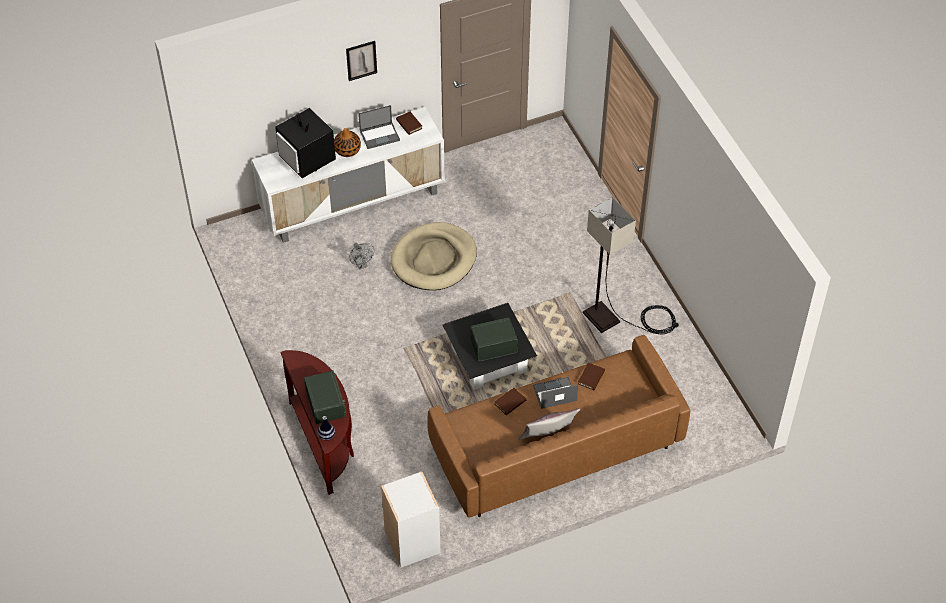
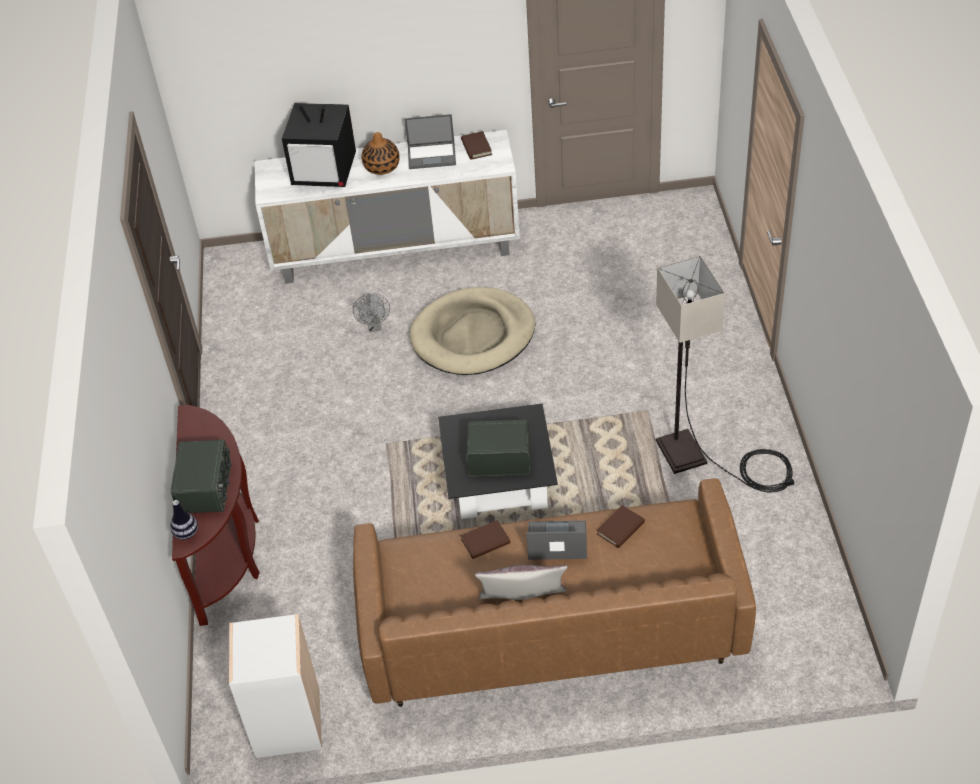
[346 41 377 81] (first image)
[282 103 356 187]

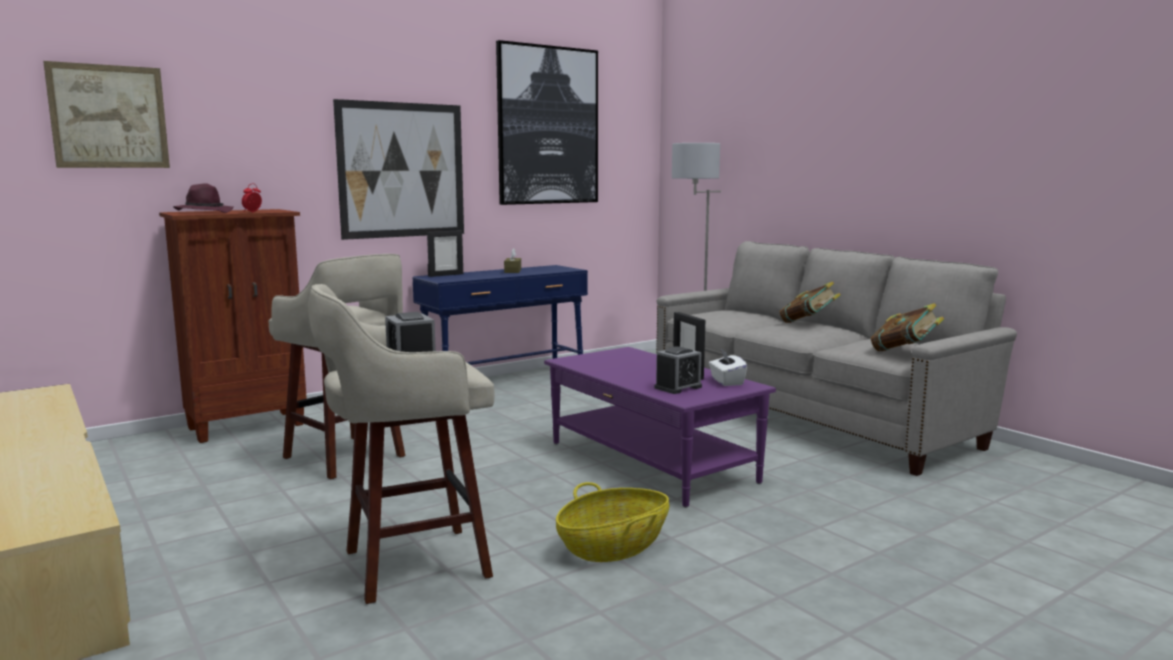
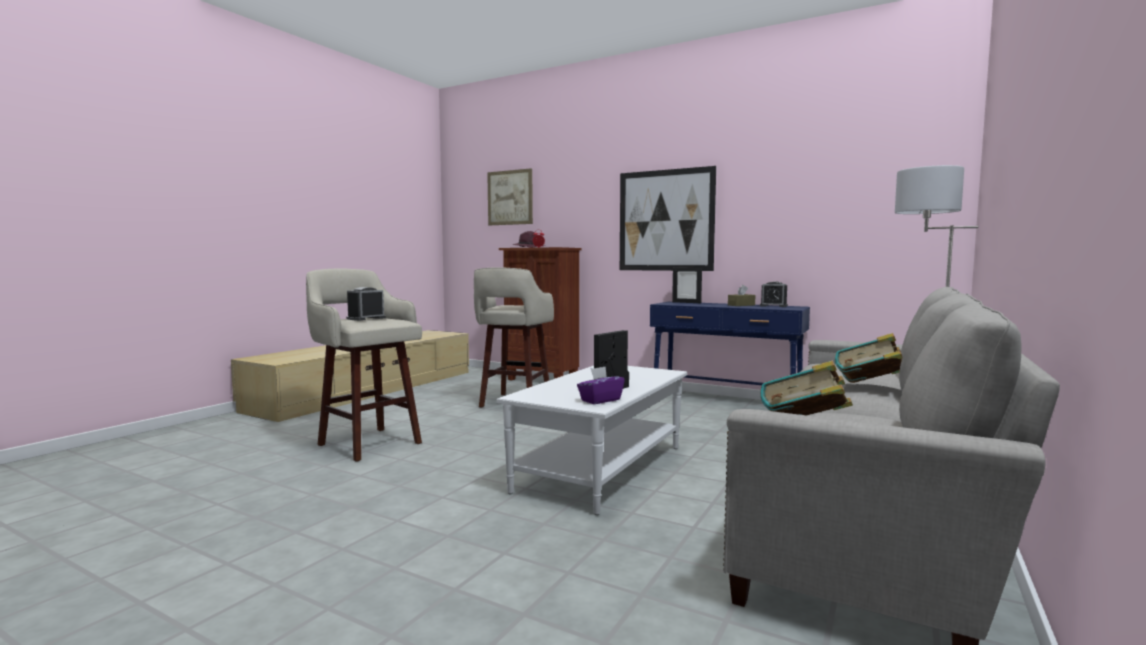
[496 40 598 205] (first image)
[556 482 669 562] (first image)
[760 281 788 307]
[497 366 687 515]
[577 367 625 404]

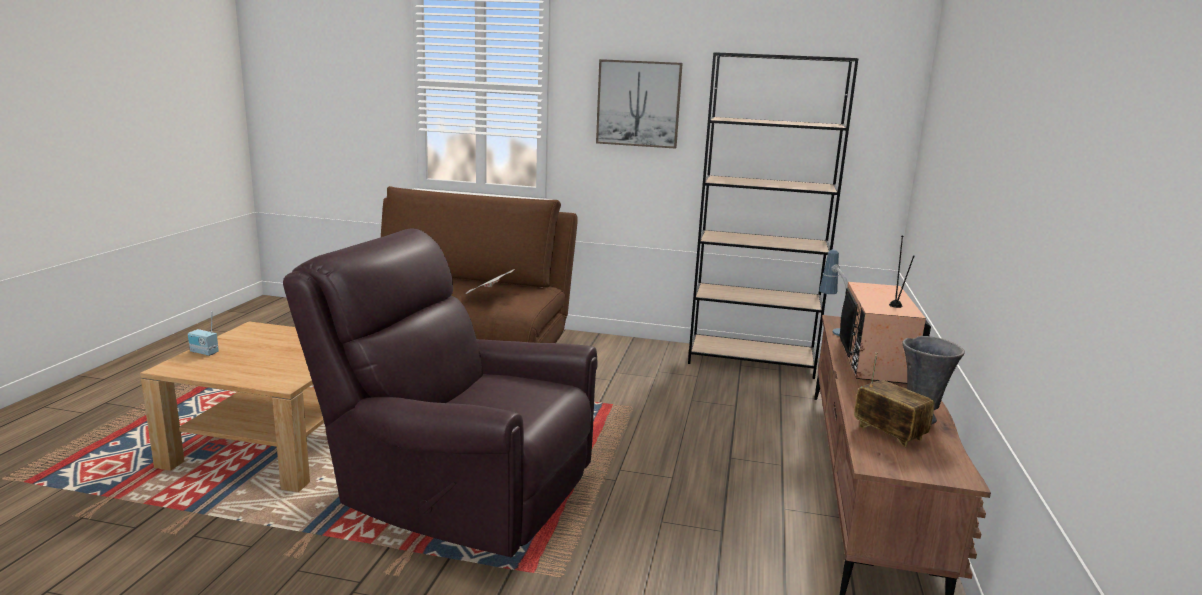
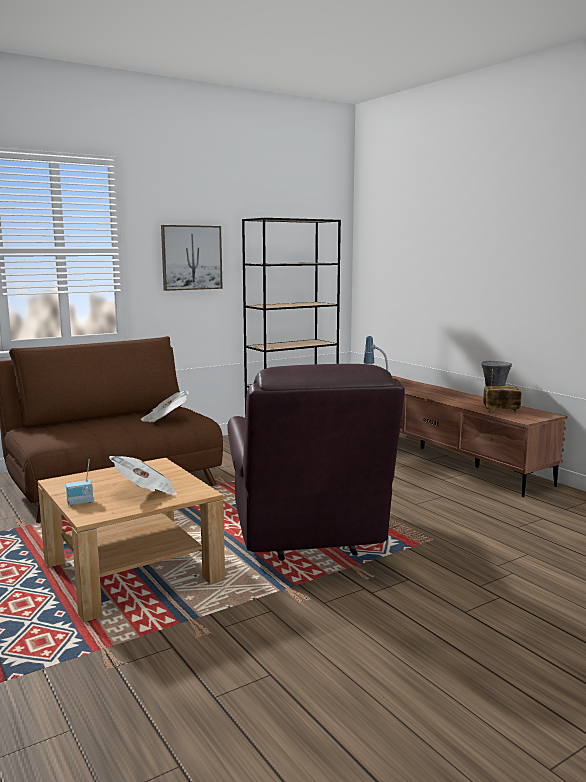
[840 236 931 384] (first image)
[109 456 177 495]
[227 364 405 561]

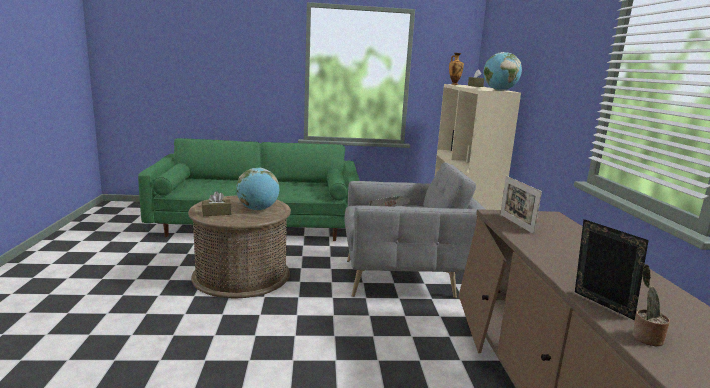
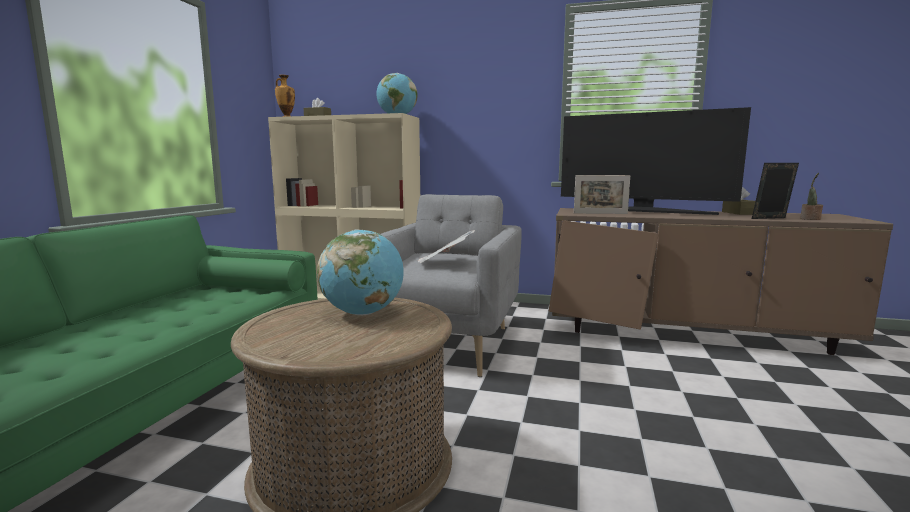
[561 107 751 215]
[722 187 755 215]

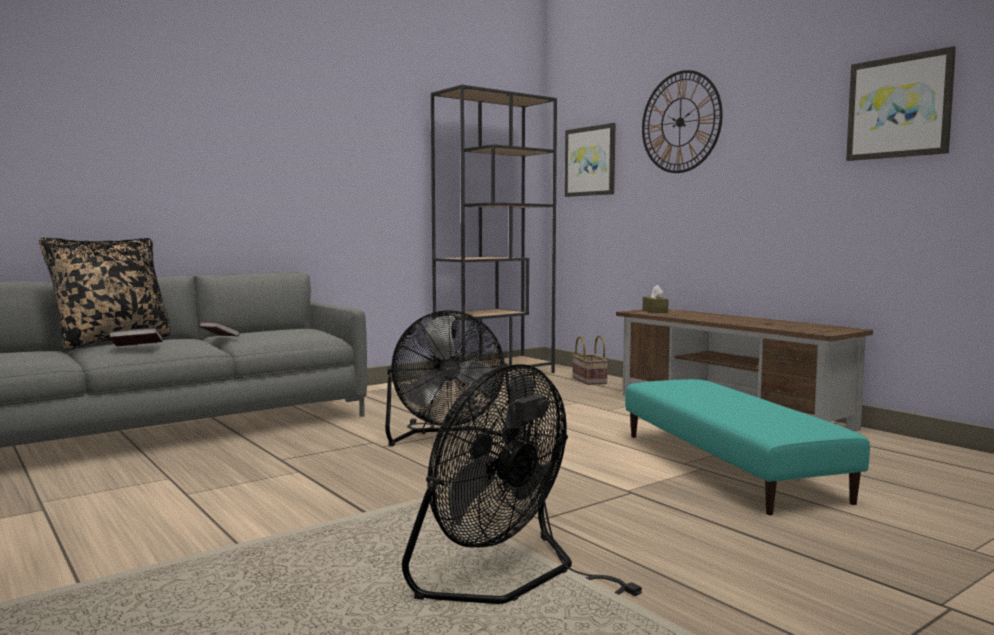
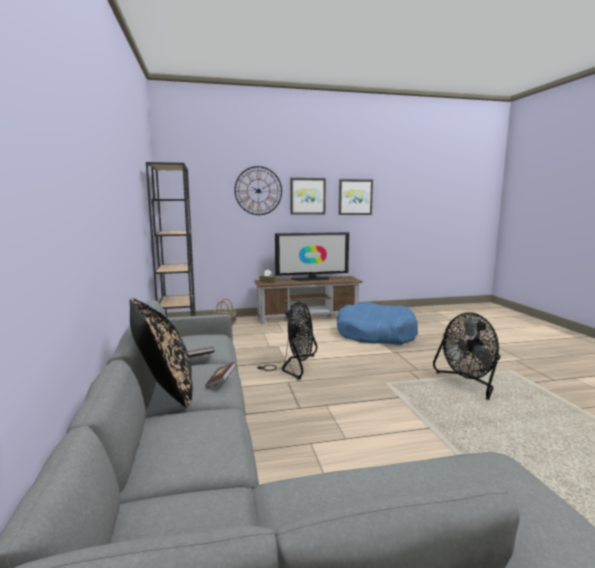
[275 232 349 281]
[290 178 326 215]
[336 302 418 345]

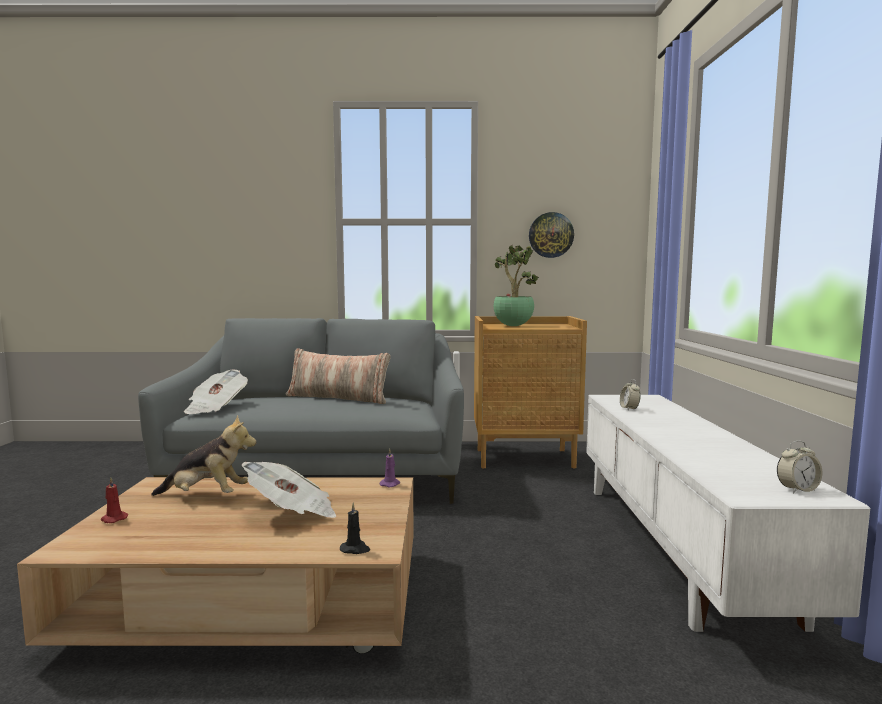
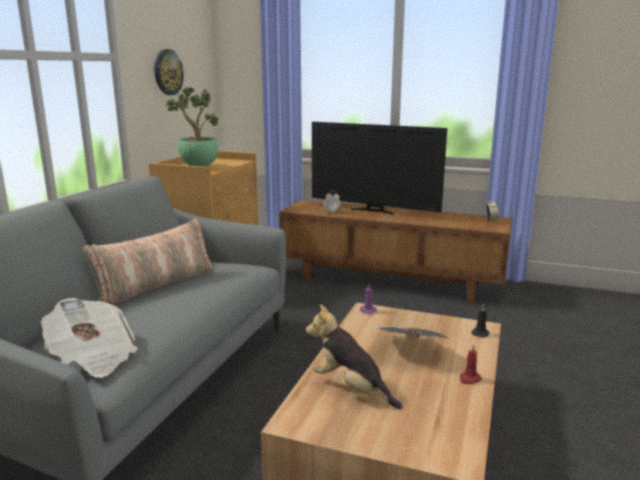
[312 122 447 215]
[460 344 482 384]
[279 200 512 305]
[306 304 403 409]

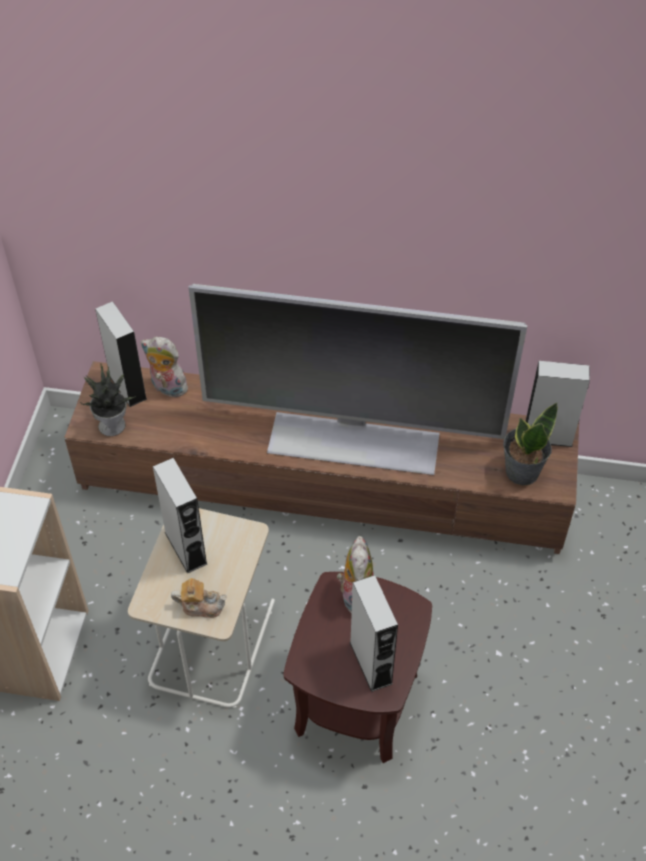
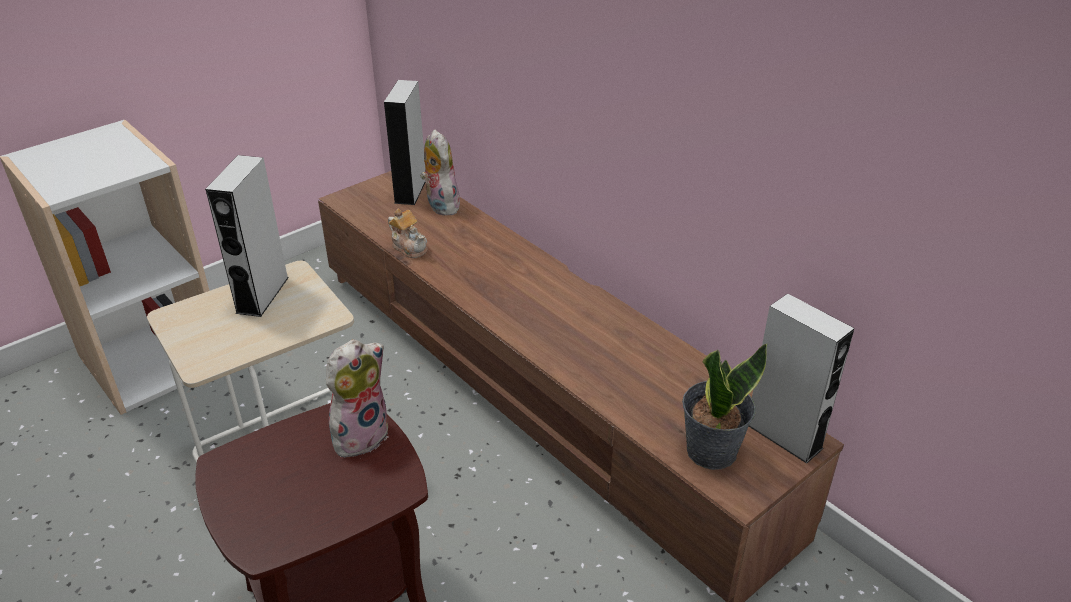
[80 363 136 436] (first image)
[188 284 527 475] (first image)
[350 575 398 692] (first image)
[388 208 427 258]

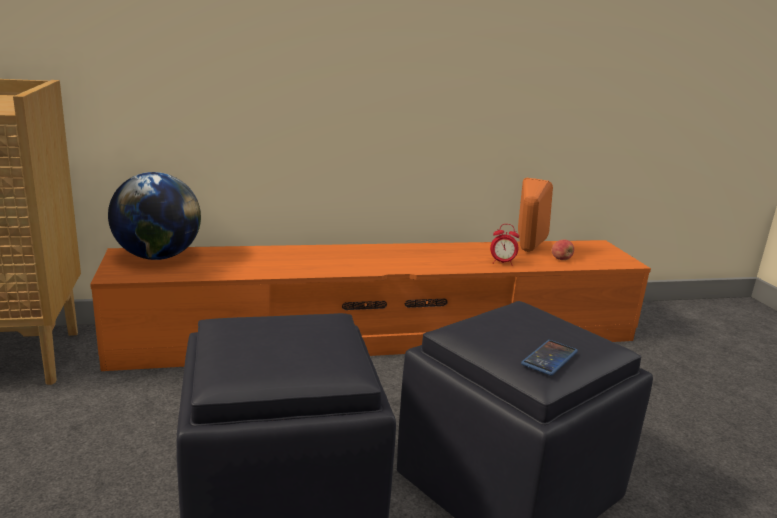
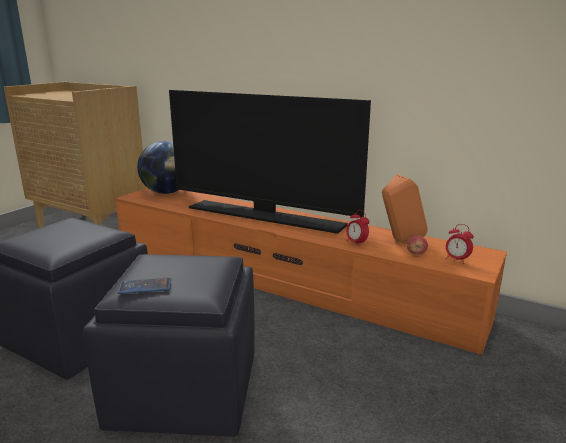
[169 90 371 234]
[446 224 474 264]

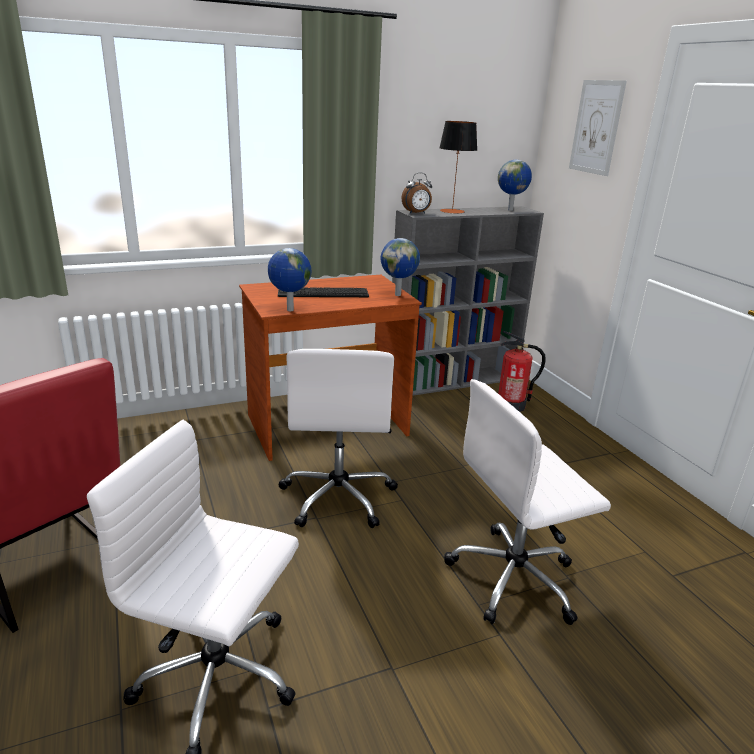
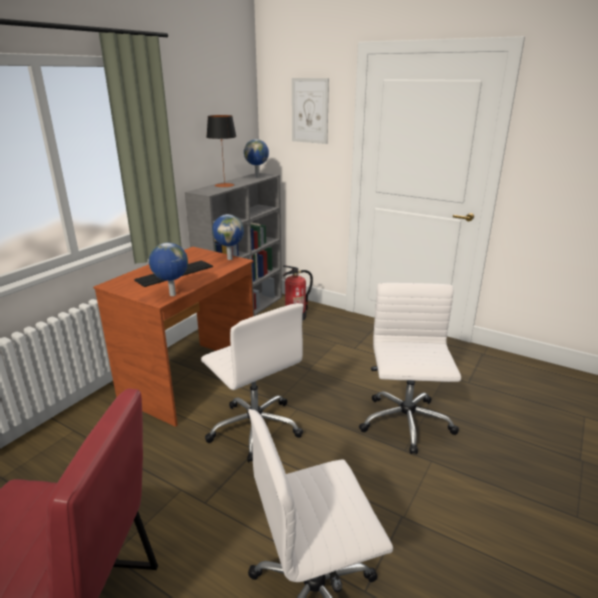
[402 172 432 214] (first image)
[359 283 461 454]

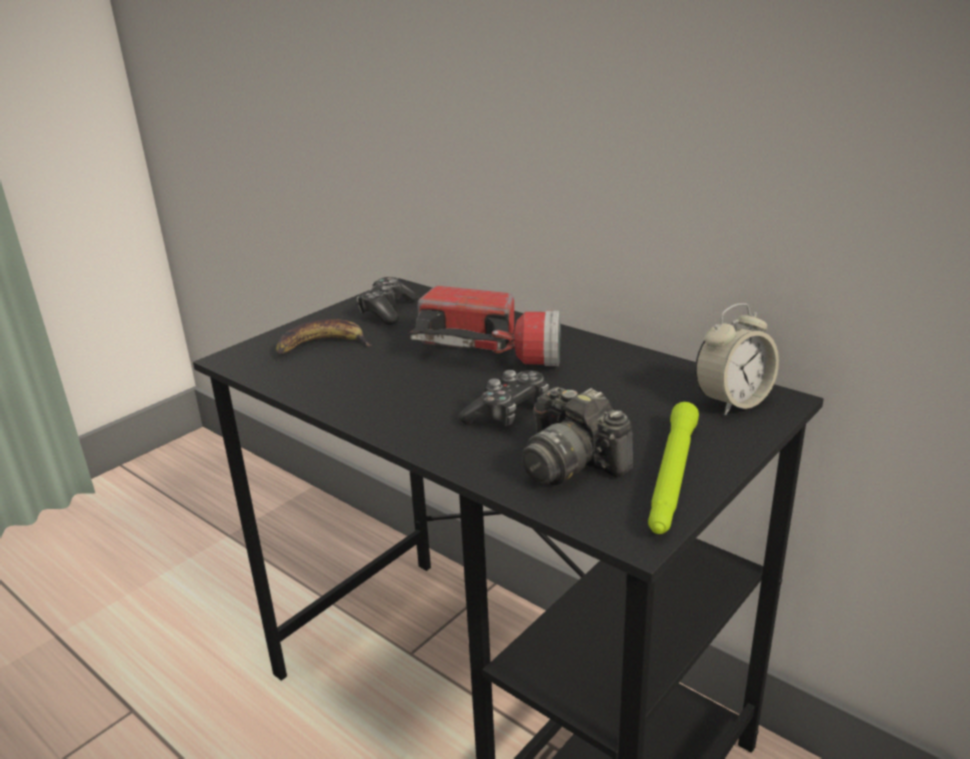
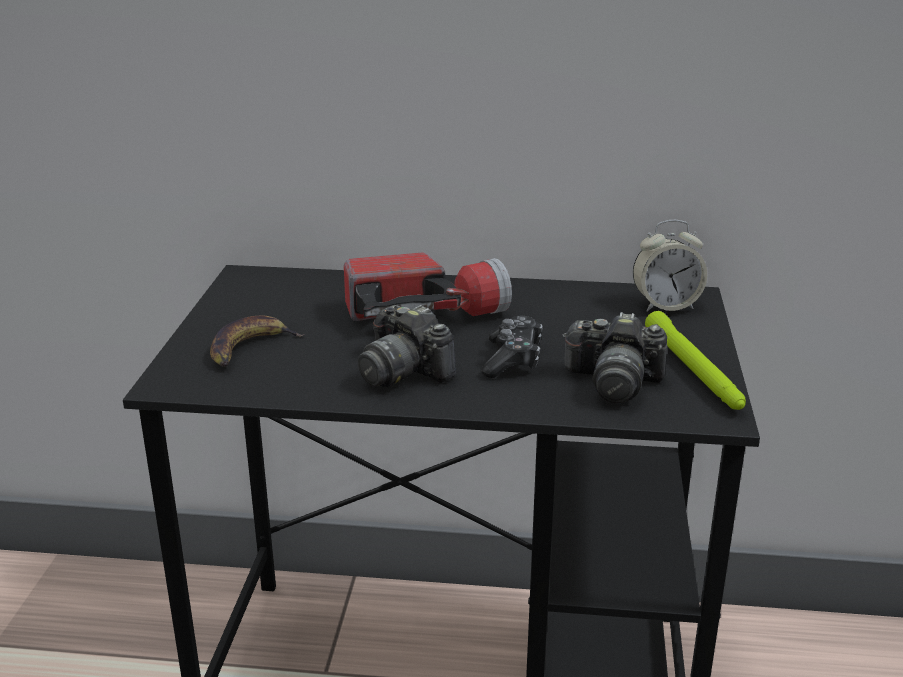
[357 277 419 325] (first image)
[358 305 456 388]
[633 220 707 312]

